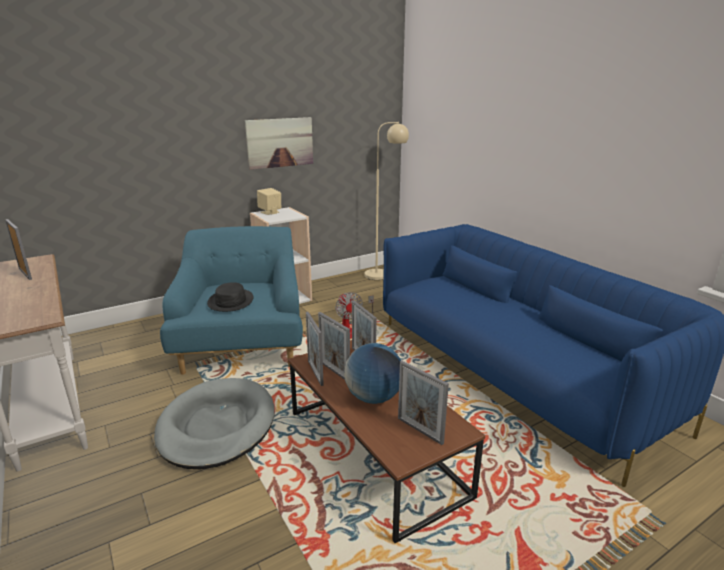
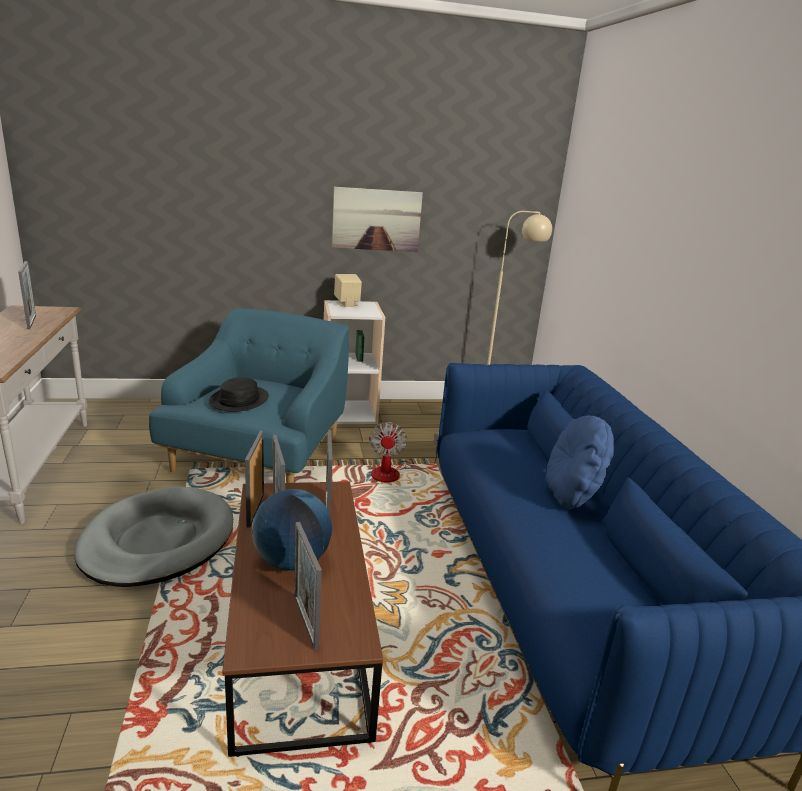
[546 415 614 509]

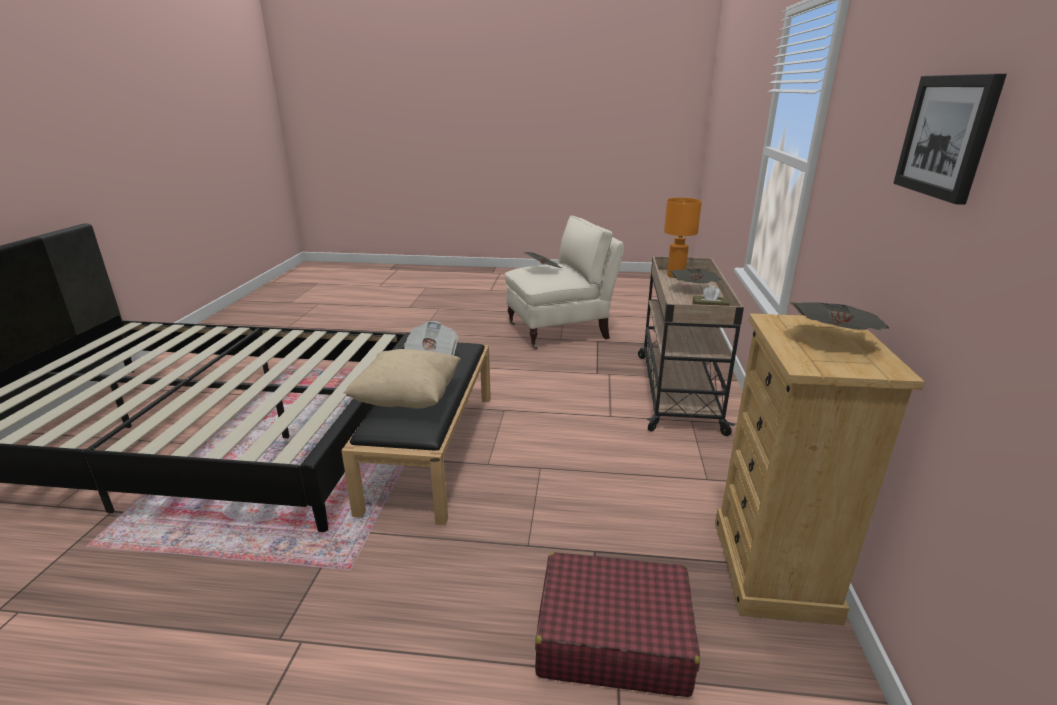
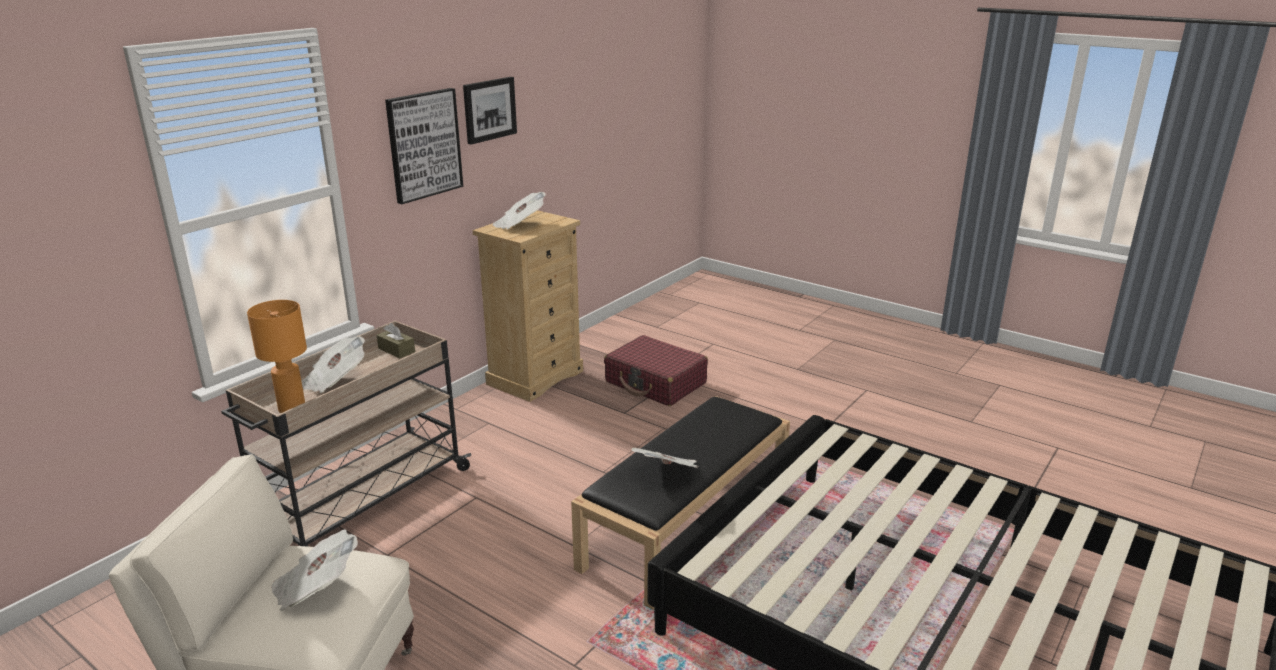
[343 349 461 408] (first image)
[385 88 463 204]

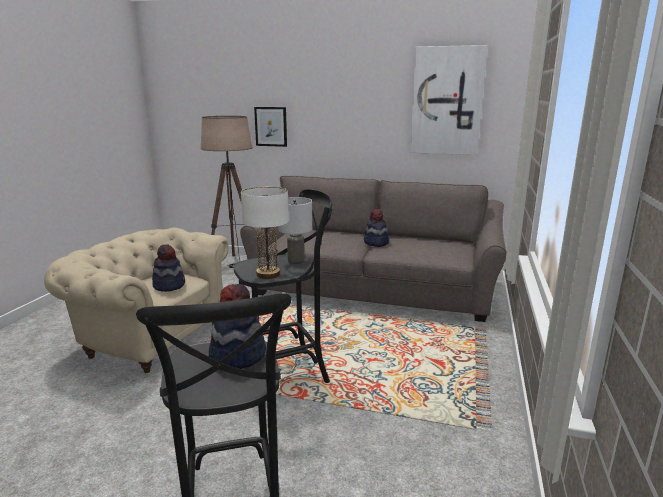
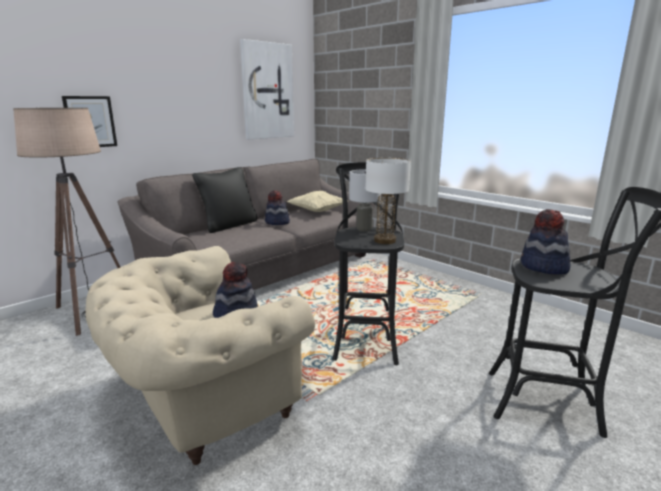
[192 167 257 233]
[287 191 348 212]

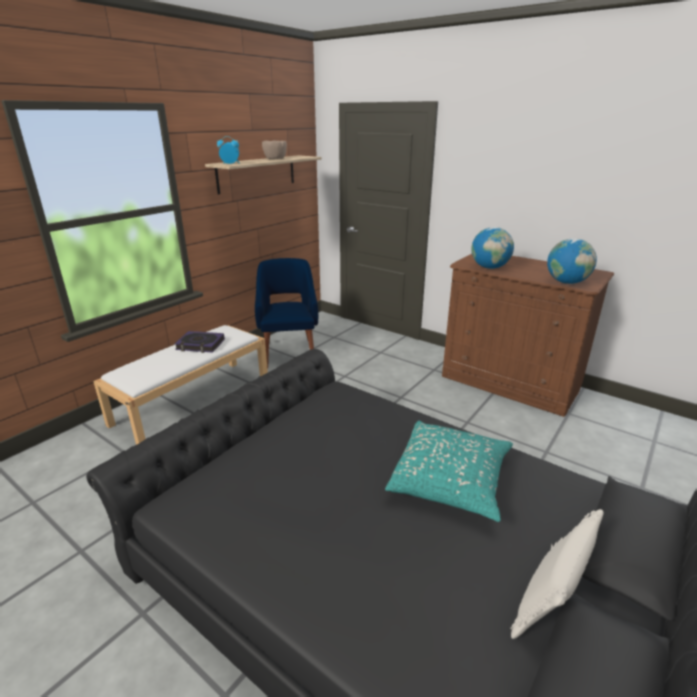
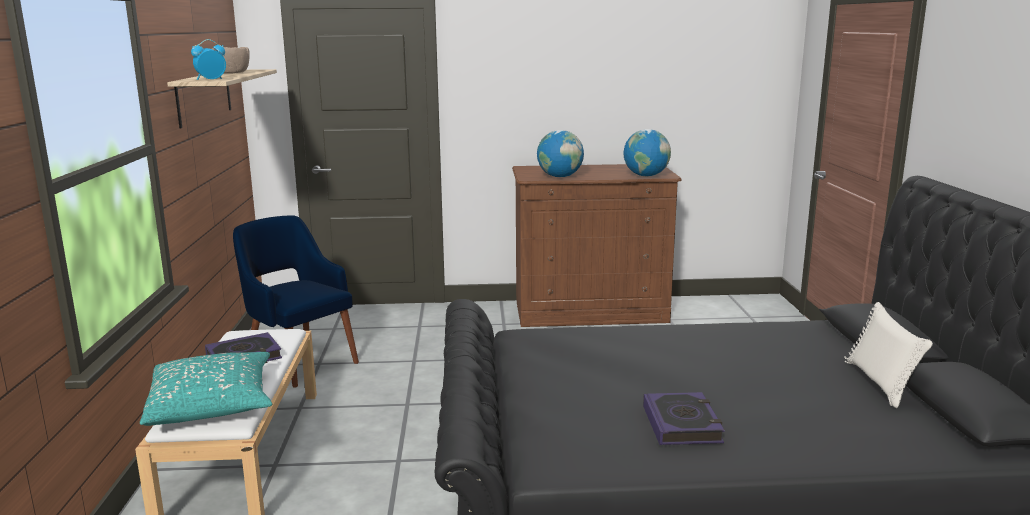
[643 392 725 445]
[140 352 272 426]

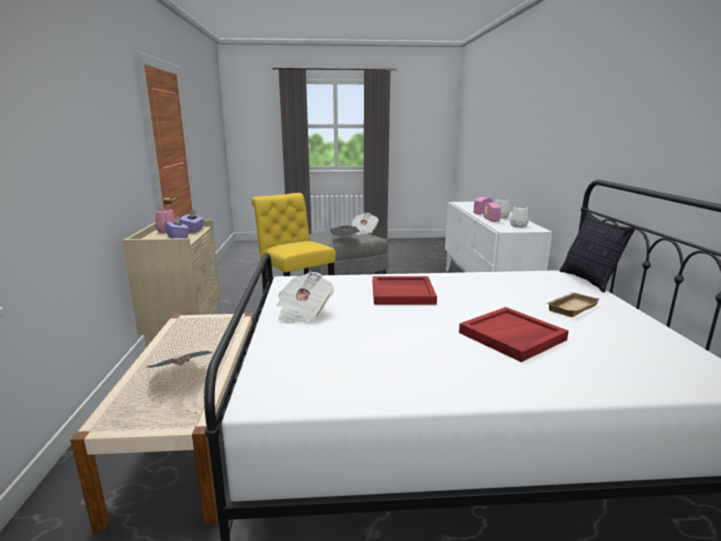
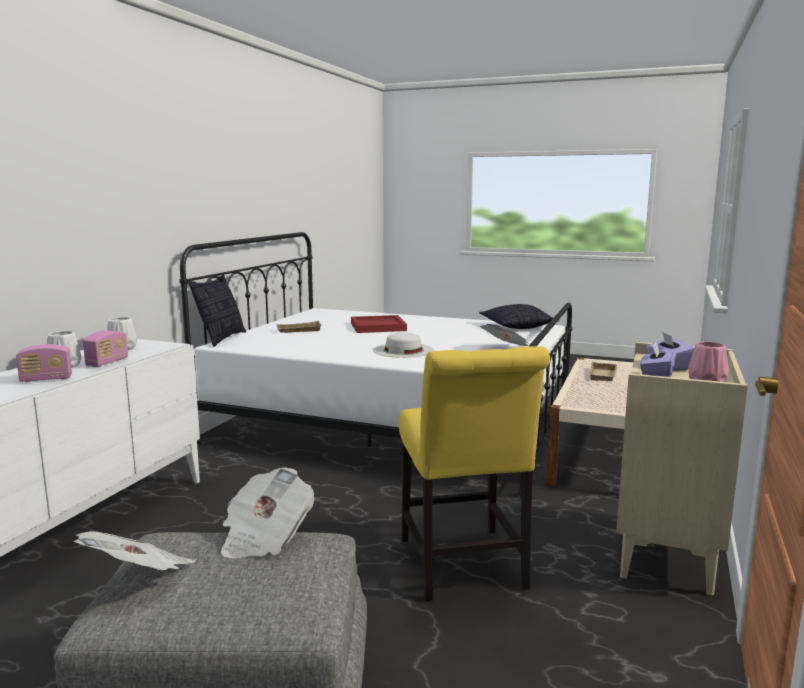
[479 304 559 329]
[589 361 617 381]
[373 333 434 358]

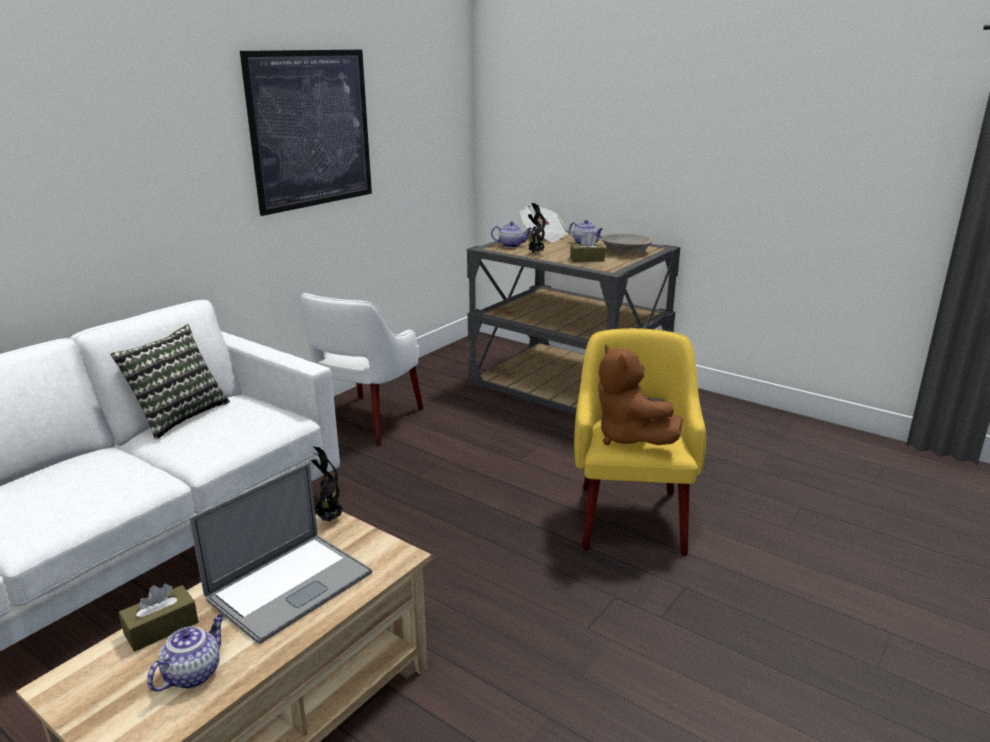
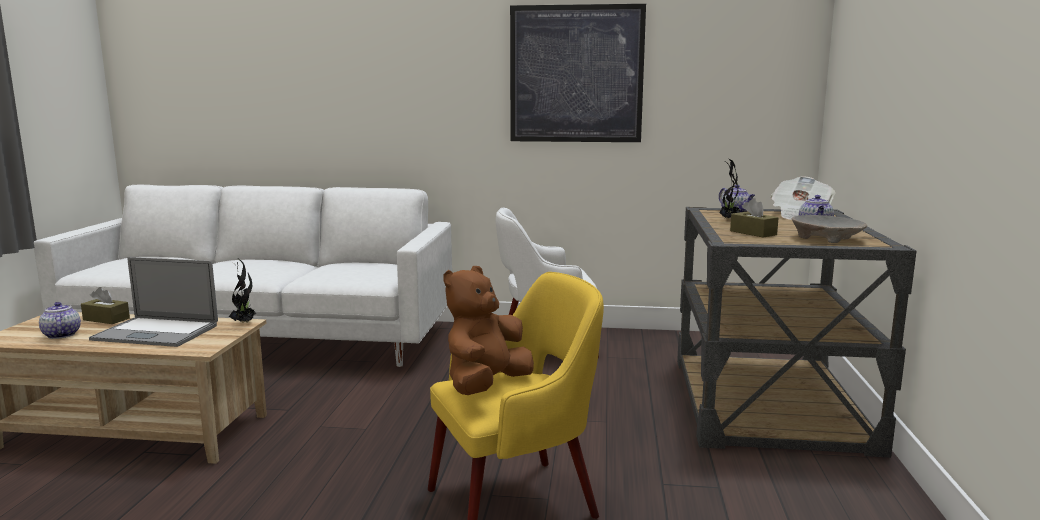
[110 324 230 440] (first image)
[39 302 81 339]

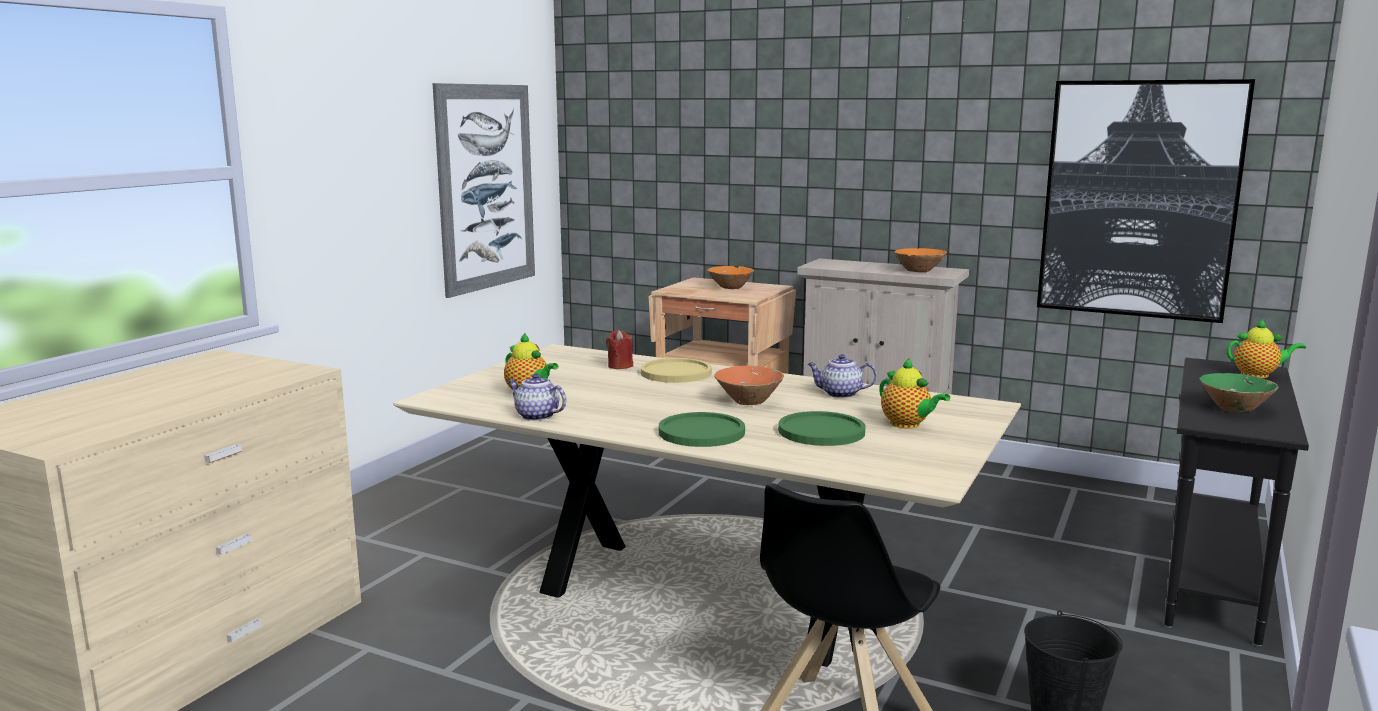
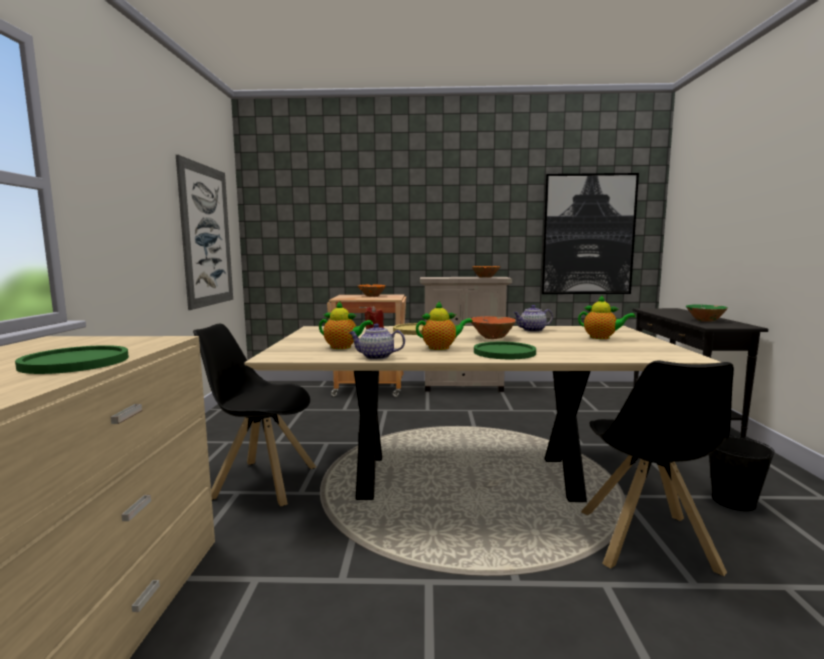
[193 324 316 506]
[15 345 129 374]
[416 301 473 350]

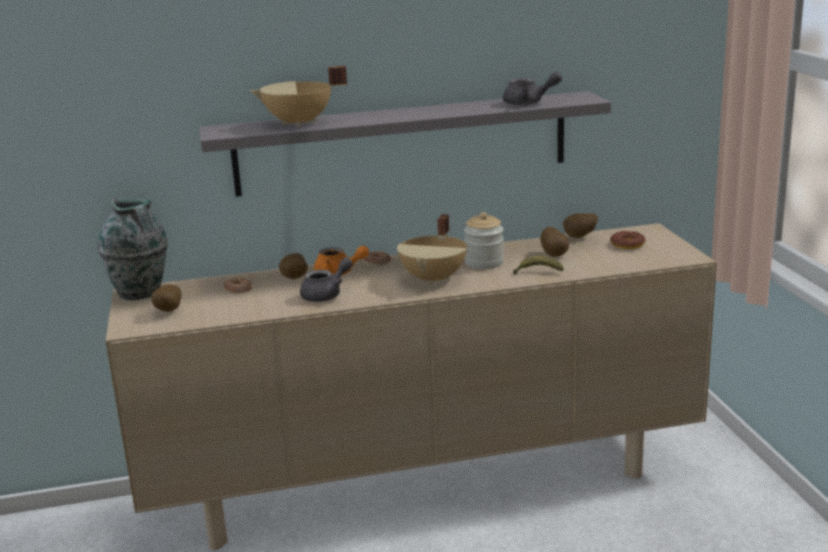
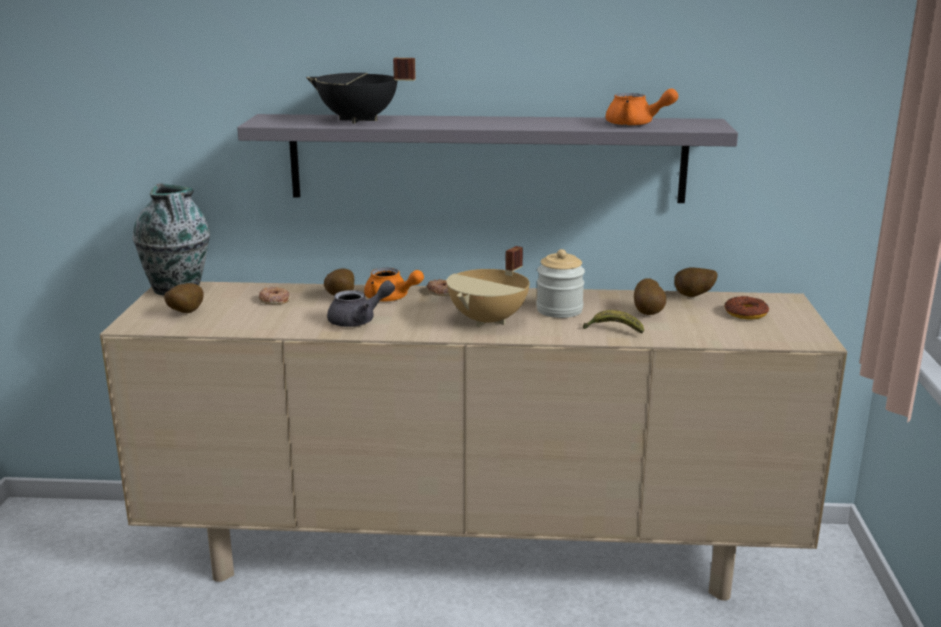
[306 58 416 124]
[605 89 678 126]

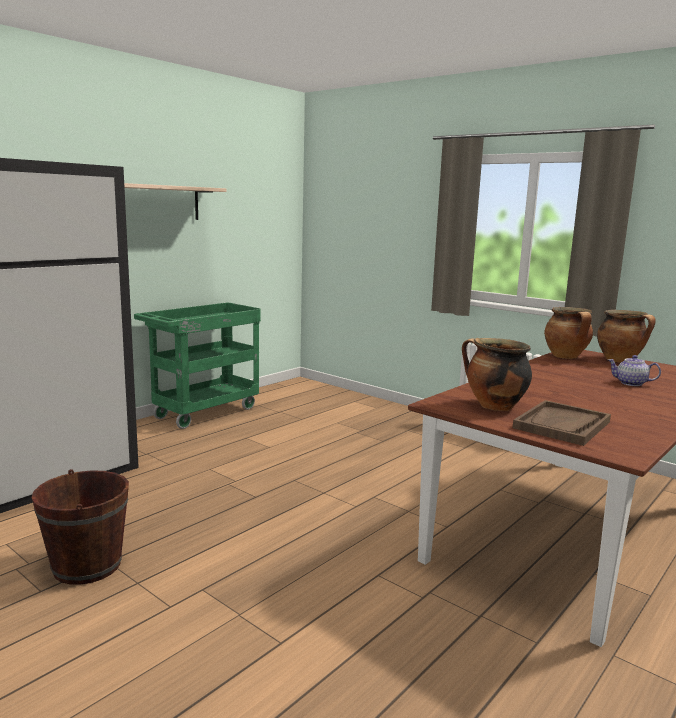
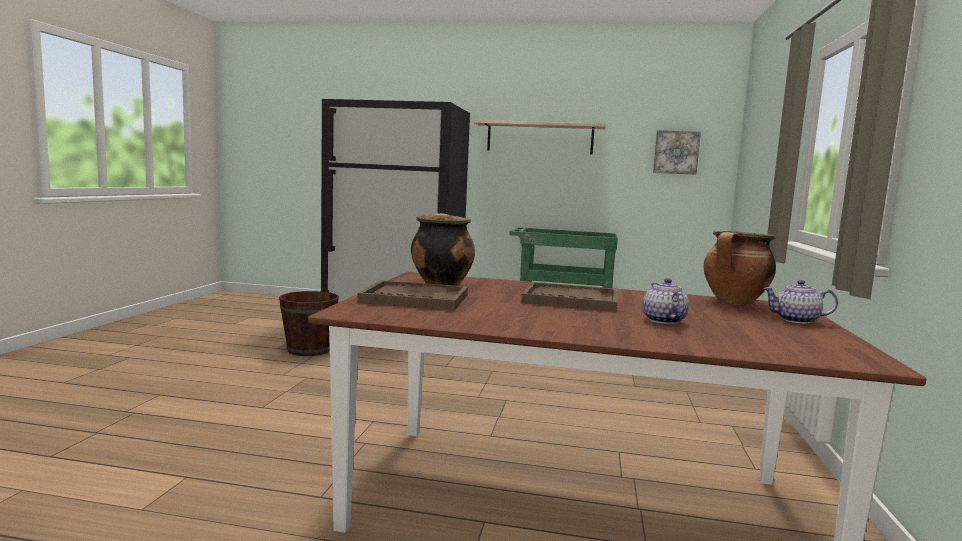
[521 282 618 312]
[653 130 701 175]
[763 280 838 324]

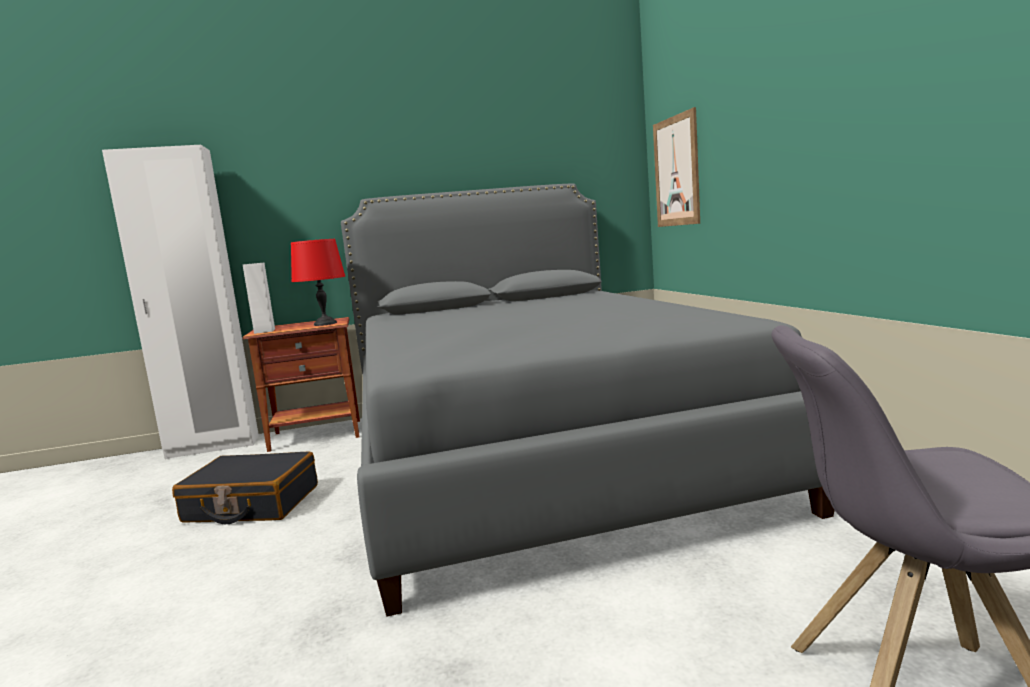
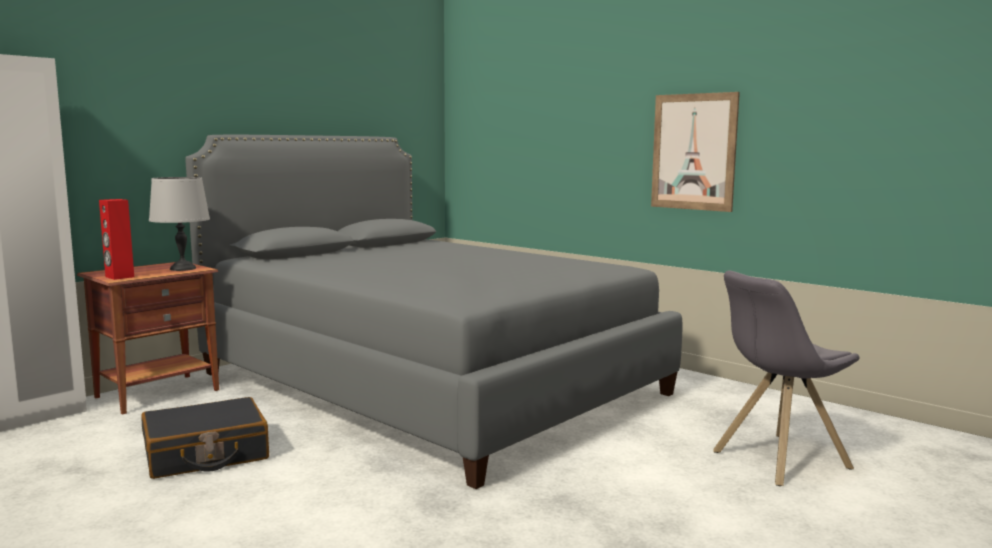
[651 92 740 212]
[99 199 134 280]
[149 177 210 271]

